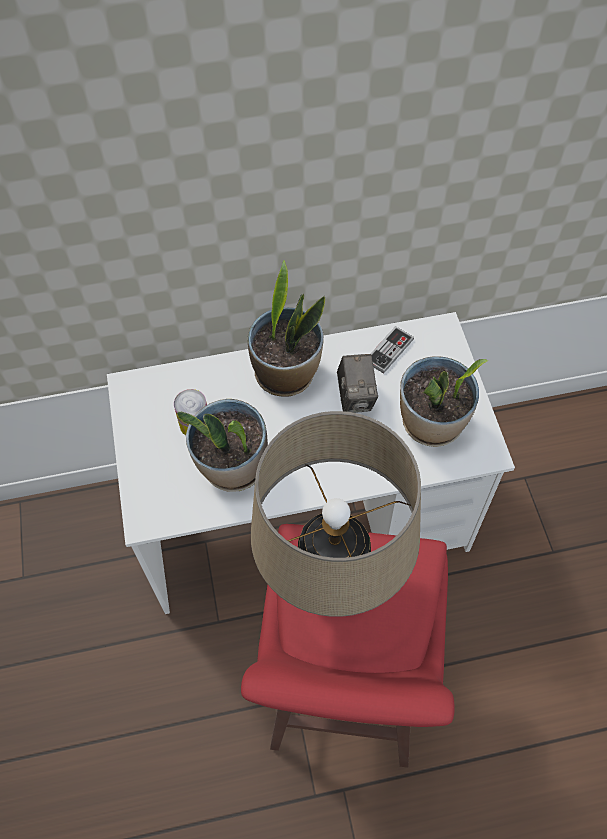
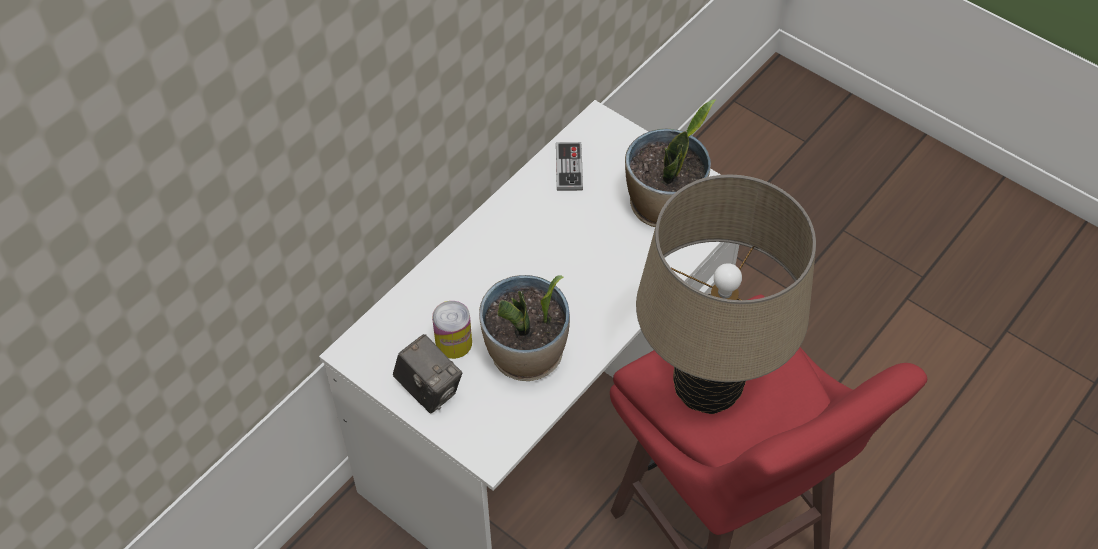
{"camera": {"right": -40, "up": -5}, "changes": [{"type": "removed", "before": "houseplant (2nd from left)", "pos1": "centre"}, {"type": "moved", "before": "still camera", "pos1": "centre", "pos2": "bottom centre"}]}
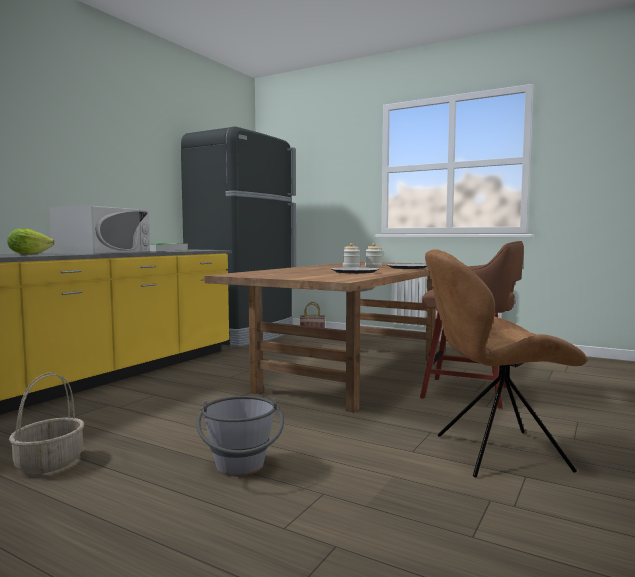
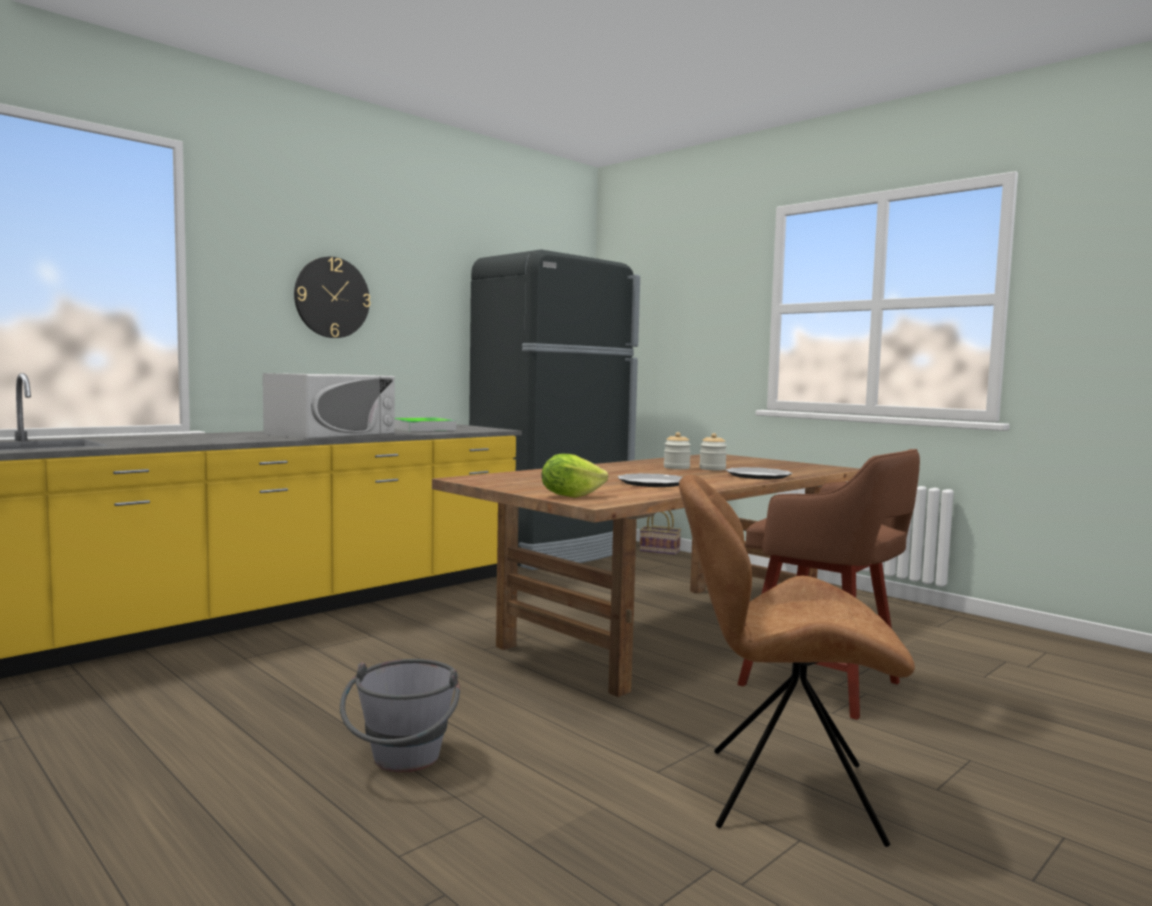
{"camera": {"right": 15, "up": 0}, "changes": [{"type": "moved", "before": "head of lettuce", "pos1": "middle left", "pos2": "centre"}, {"type": "removed", "before": "storage basket (1st from left)", "pos1": "bottom left"}, {"type": "added", "after": "hanging clock", "pos2": "top left"}]}
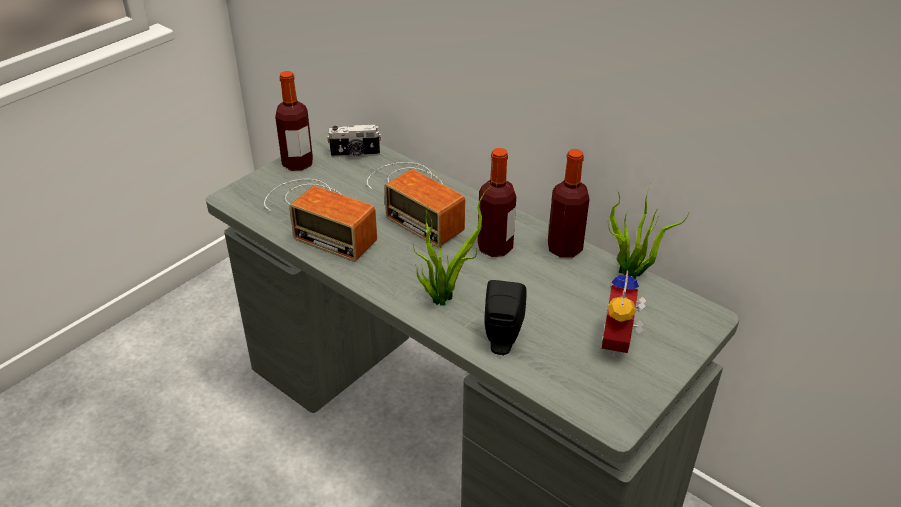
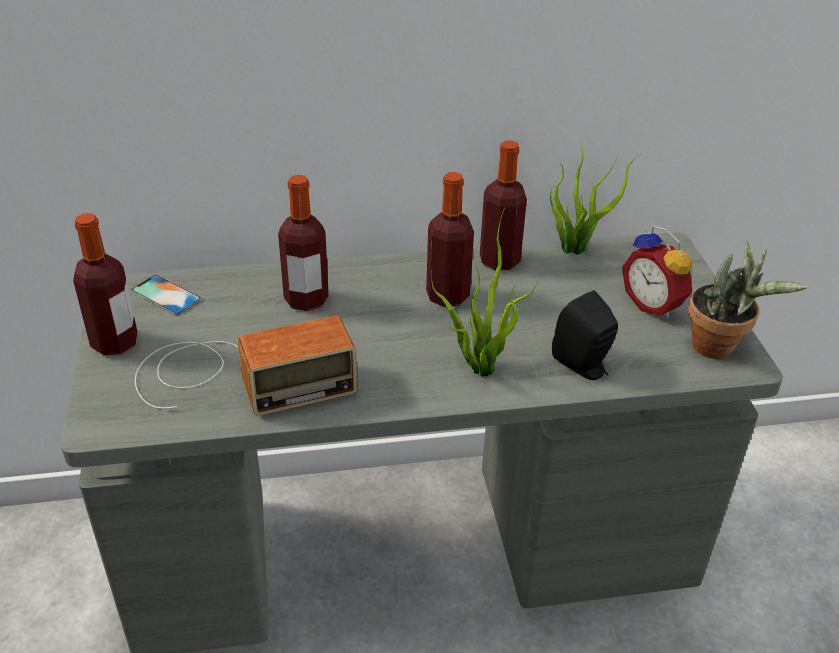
{"camera": {"right": -50, "up": 0}, "changes": [{"type": "replaced", "before": "still camera", "after": "handset", "pos1": "top centre", "pos2": "middle left"}, {"type": "replaced", "before": "radio (2nd from left)", "after": "beverage bottle (2nd from left)", "pos1": "centre", "pos2": "centre"}, {"type": "added", "after": "houseplant (3rd from left)", "pos2": "middle right"}]}
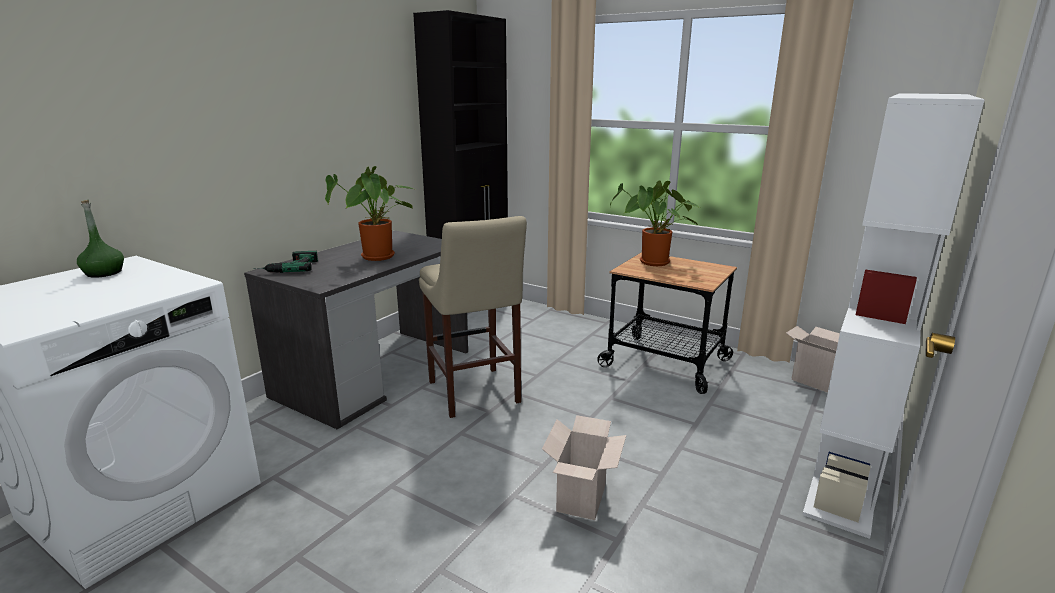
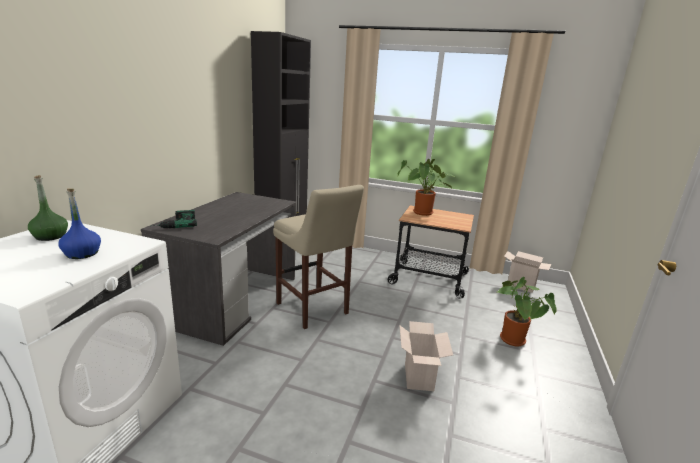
{"camera": {"right": -15, "up": 0}, "changes": [{"type": "moved", "before": "houseplant (1st from left in the first image)", "after": "houseplant (2nd from left)", "pos1": "centre", "pos2": "bottom right"}, {"type": "removed", "before": "whitish bookcase", "pos1": "middle right"}, {"type": "added", "after": "bluish beverage bottle", "pos2": "middle left"}]}
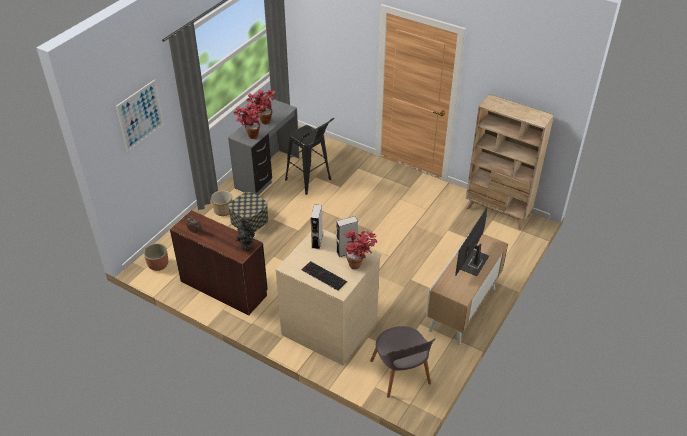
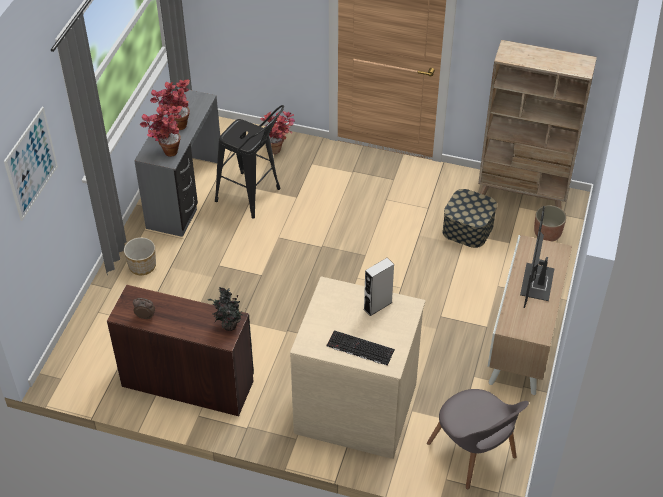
{"camera": {"right": -15, "up": 5}, "changes": [{"type": "moved", "before": "plant pot (1st from left in the first image)", "after": "plant pot (2nd from left)", "pos1": "middle left", "pos2": "middle right"}, {"type": "moved", "before": "storage container", "pos1": "centre", "pos2": "middle right"}, {"type": "removed", "before": "gray audio speaker (1st from left)", "pos1": "centre"}, {"type": "moved", "before": "houseplant (4th from left)", "pos1": "centre", "pos2": "top centre"}]}
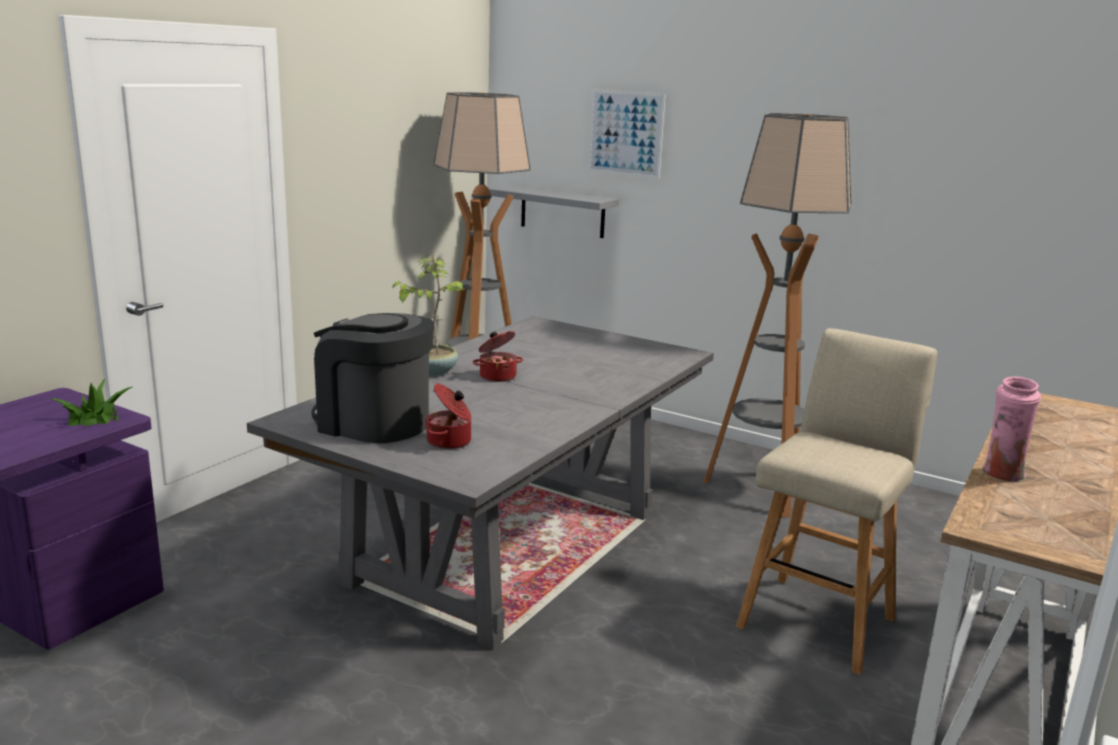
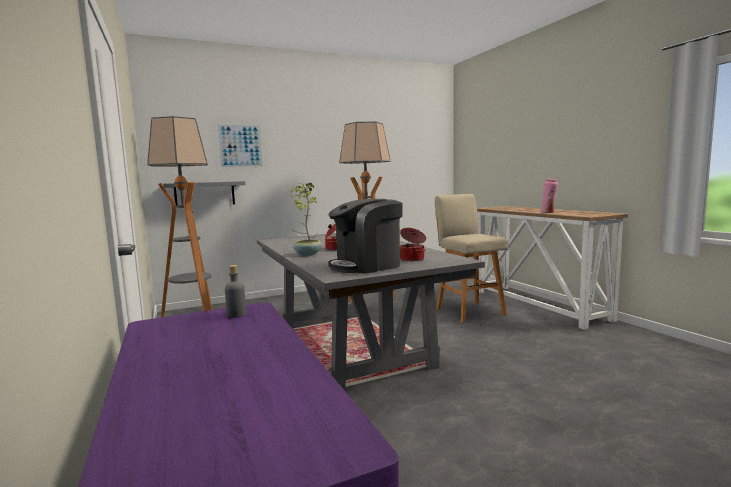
{"camera": {"right": -55, "up": -10}, "changes": [{"type": "replaced", "before": "houseplant (1st from left)", "after": "gray beverage bottle", "pos1": "middle left", "pos2": "middle left"}]}
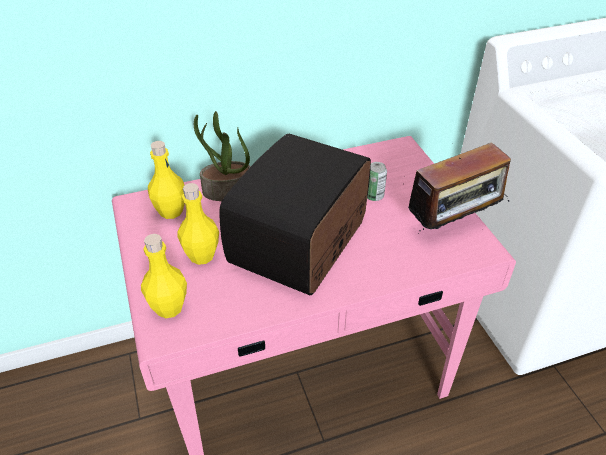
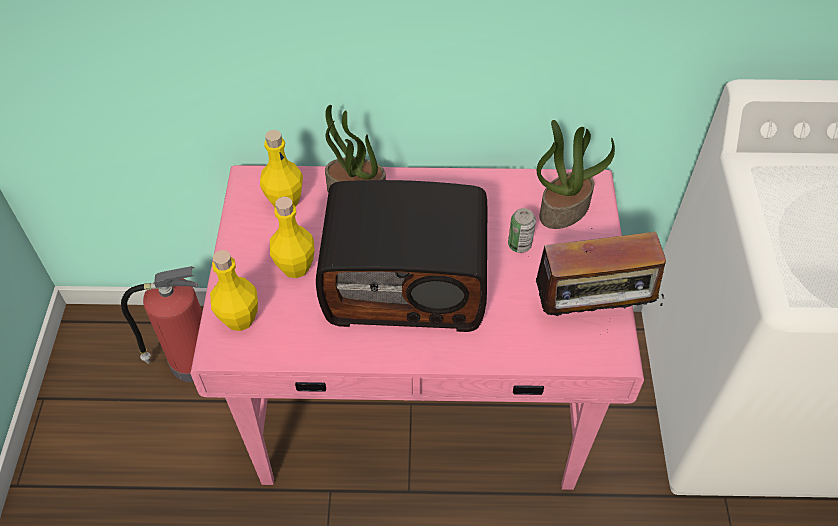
{"camera": {"right": 20, "up": 10}, "changes": [{"type": "turned", "before": "radio (1st from left)", "pos1": "centre", "pos2": "centre", "turn": -135}, {"type": "added", "after": "extinguisher", "pos2": "middle left"}, {"type": "added", "after": "houseplant (2nd from left)", "pos2": "top right"}]}
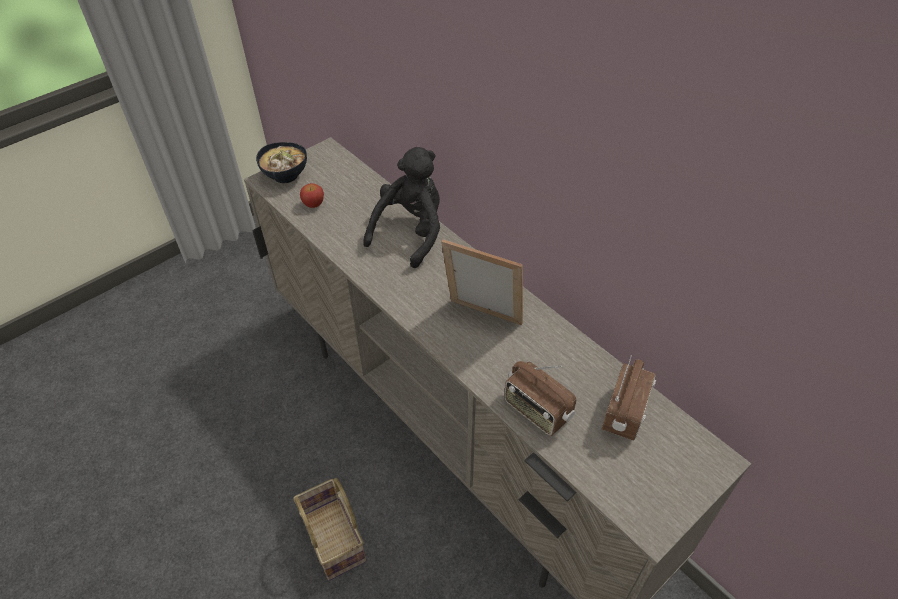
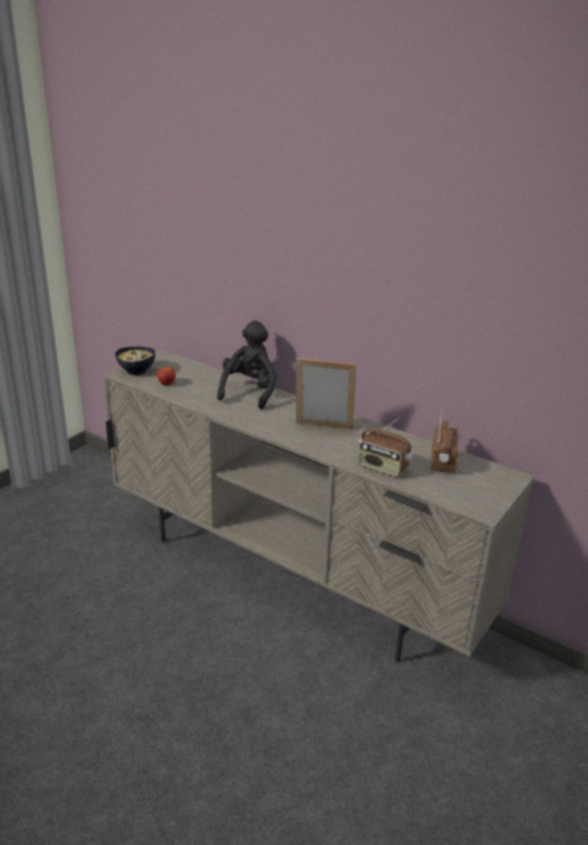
{"camera": {"right": -15, "up": -20}, "changes": [{"type": "removed", "before": "storage basket", "pos1": "bottom centre"}]}
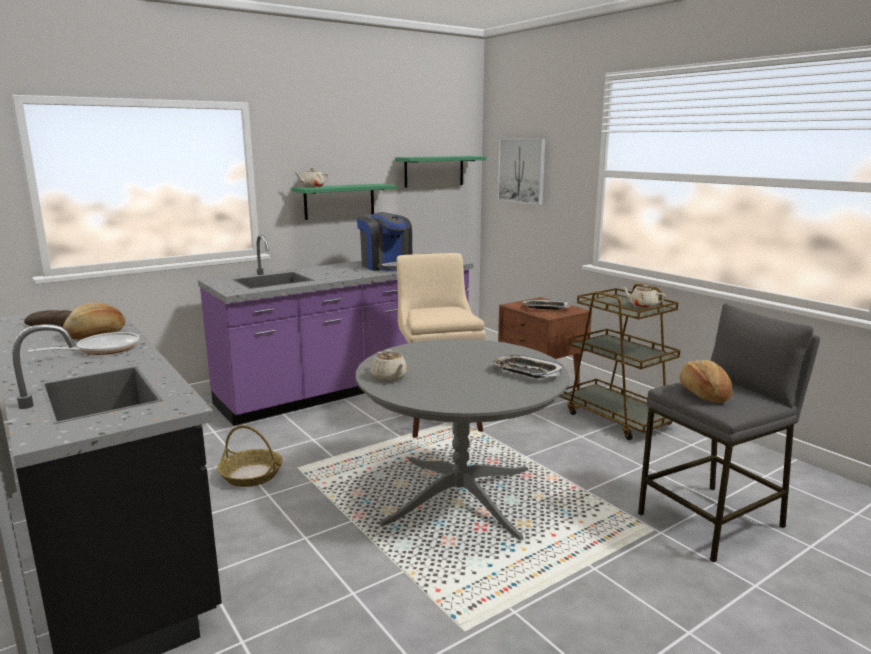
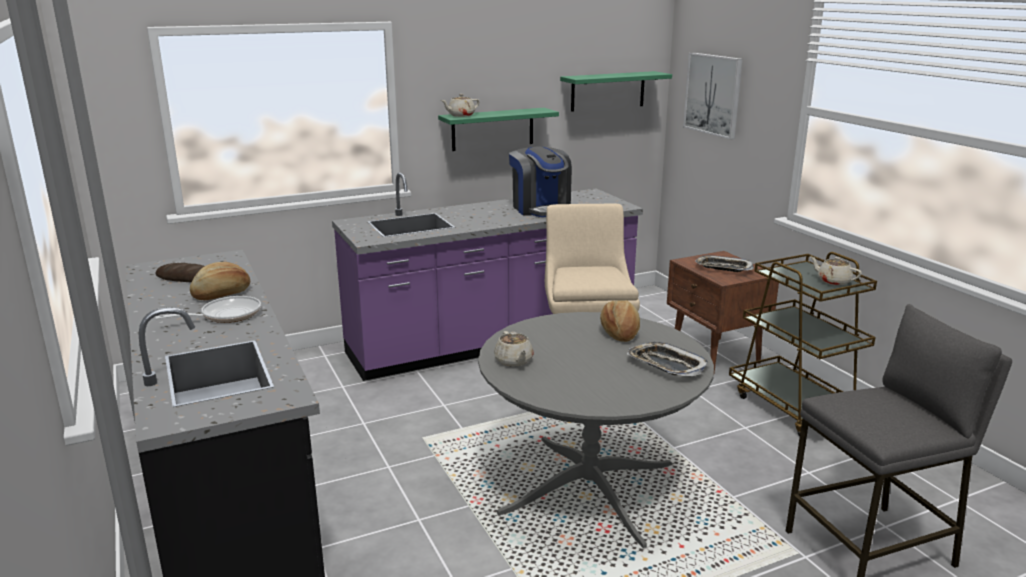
{"camera": {"right": 10, "up": 5}, "changes": [{"type": "removed", "before": "storage basket", "pos1": "bottom left"}, {"type": "moved", "before": "bread (3rd from left)", "pos1": "middle right", "pos2": "centre"}]}
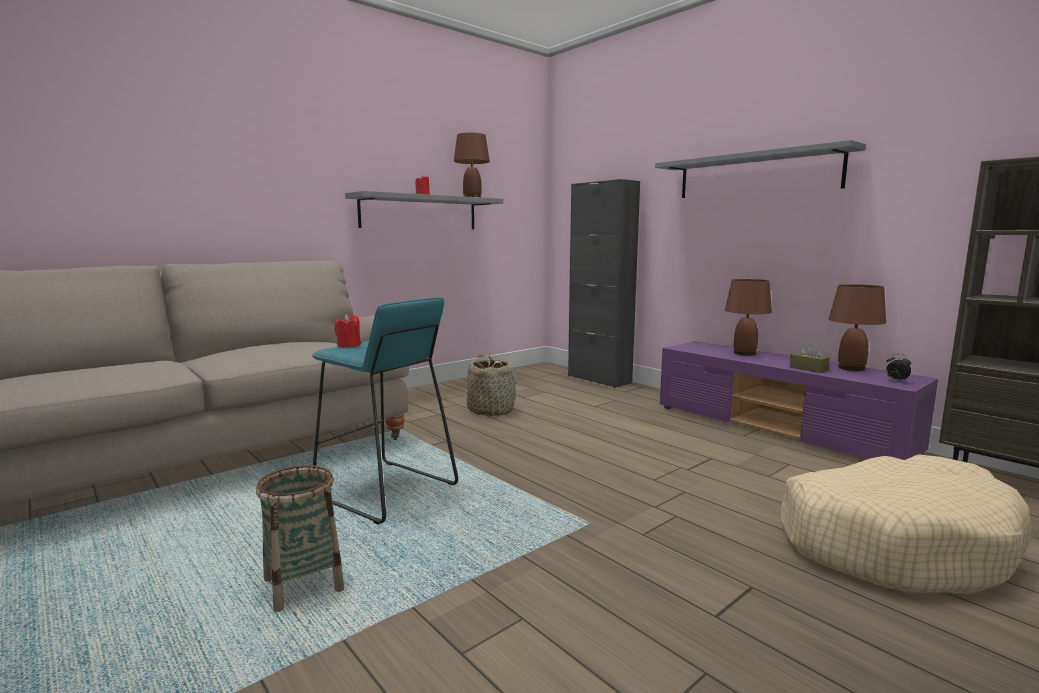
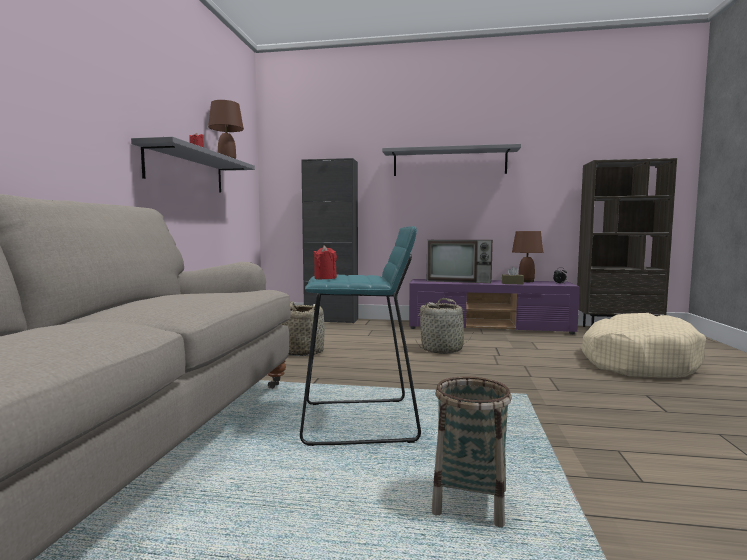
{"camera": {"right": -40, "up": -5}, "changes": [{"type": "replaced", "before": "brown tabletop lamp (2nd from left)", "after": "TV set", "pos1": "middle right", "pos2": "centre"}, {"type": "added", "after": "storage basket (2nd from left)", "pos2": "centre"}]}
